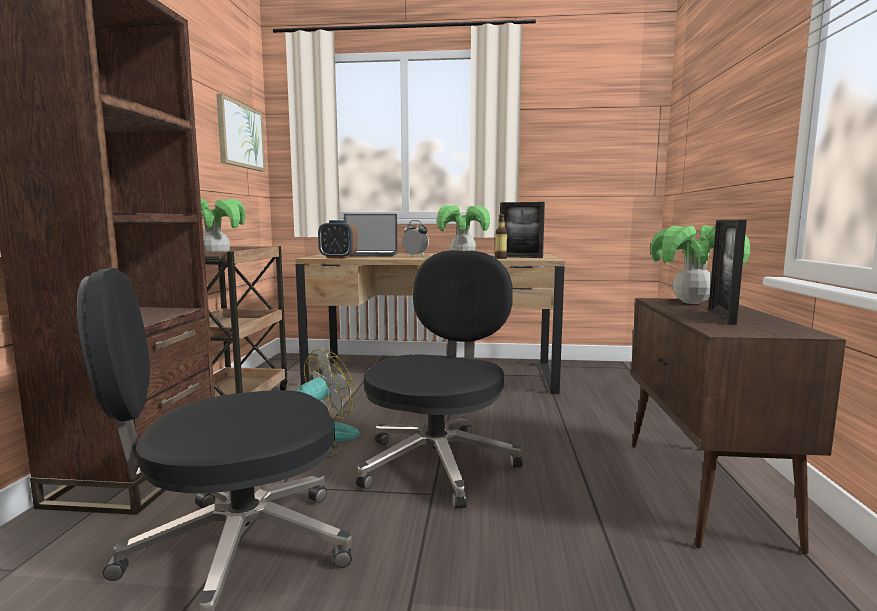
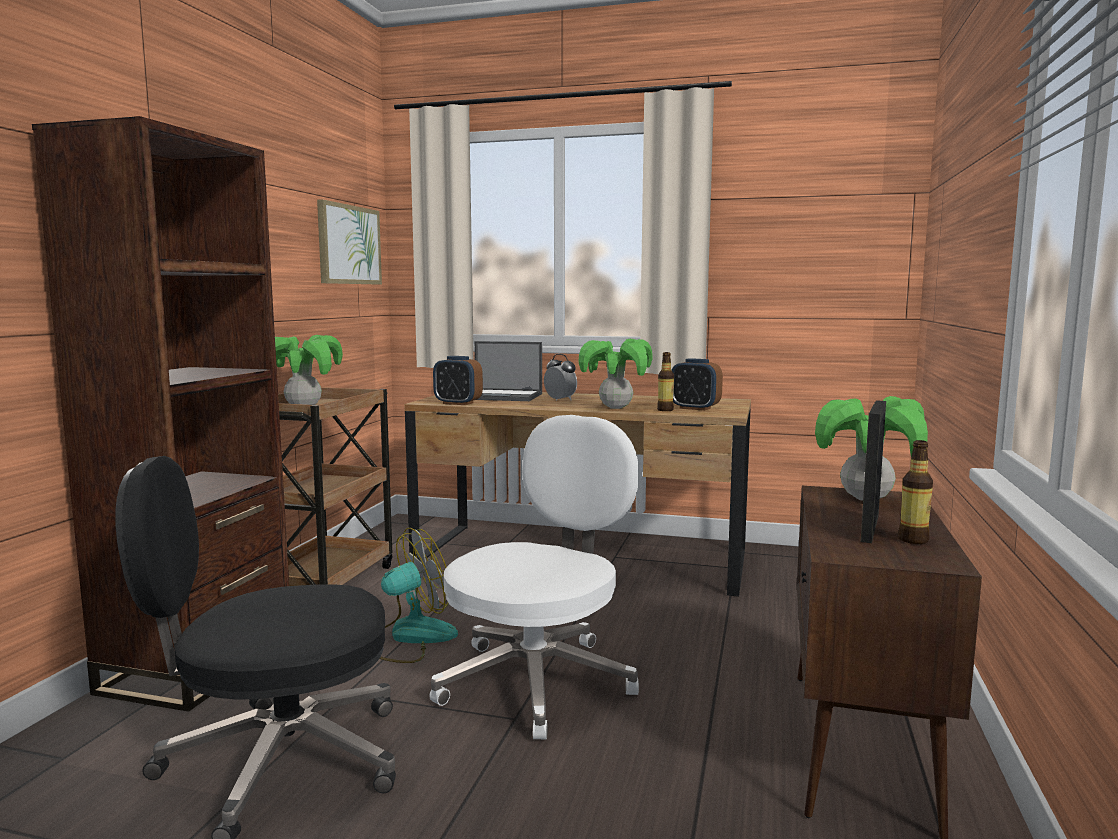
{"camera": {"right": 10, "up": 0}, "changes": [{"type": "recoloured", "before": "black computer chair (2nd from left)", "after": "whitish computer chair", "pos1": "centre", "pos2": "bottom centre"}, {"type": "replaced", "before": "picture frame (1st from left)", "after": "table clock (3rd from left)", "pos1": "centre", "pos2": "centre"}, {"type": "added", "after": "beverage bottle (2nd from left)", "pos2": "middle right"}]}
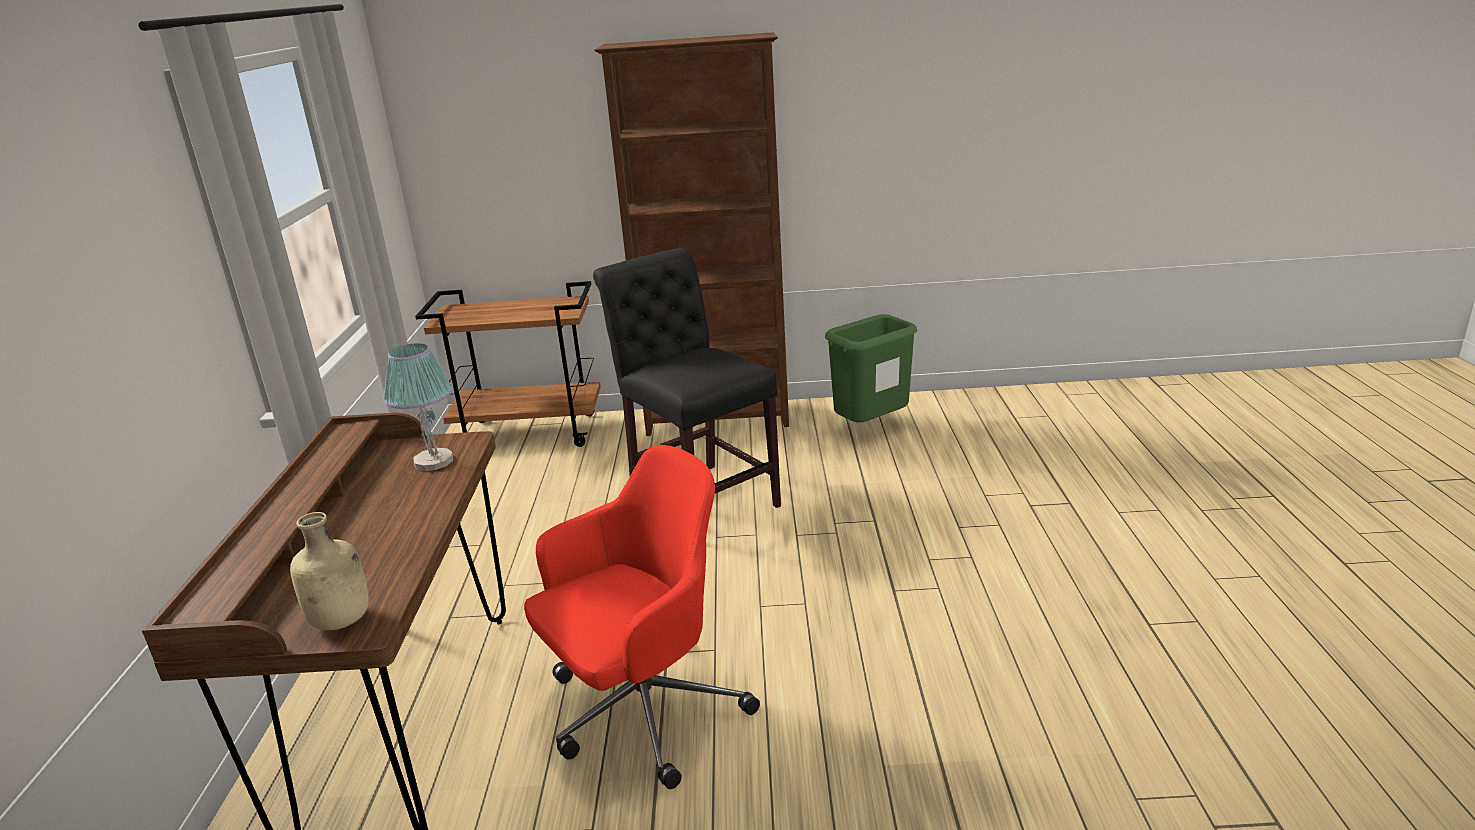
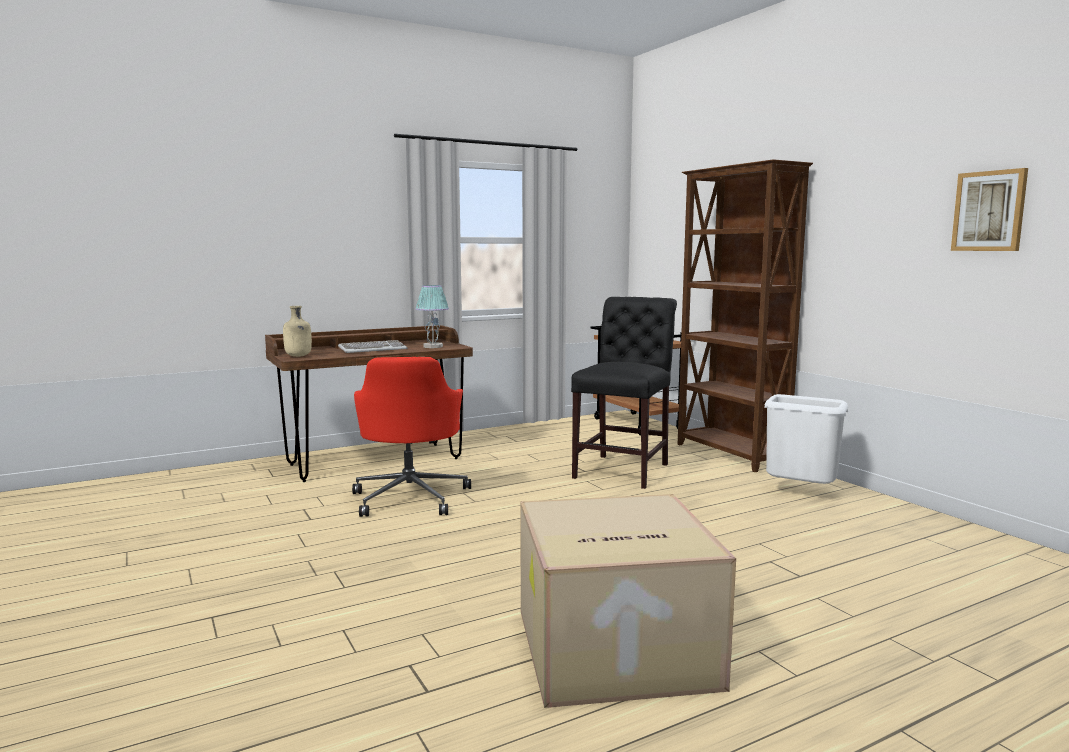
{"camera": {"right": 60, "up": -15}, "changes": [{"type": "turned", "before": "red-coloured computer chair", "pos1": "bottom centre", "pos2": "centre", "turn": 60}, {"type": "recoloured", "before": "greenish rubbish bin", "after": "whitish rubbish bin", "pos1": "centre", "pos2": "middle right"}, {"type": "added", "after": "PC keyboard", "pos2": "centre"}, {"type": "added", "after": "carton", "pos2": "bottom centre"}, {"type": "added", "after": "wall art", "pos2": "top right"}]}
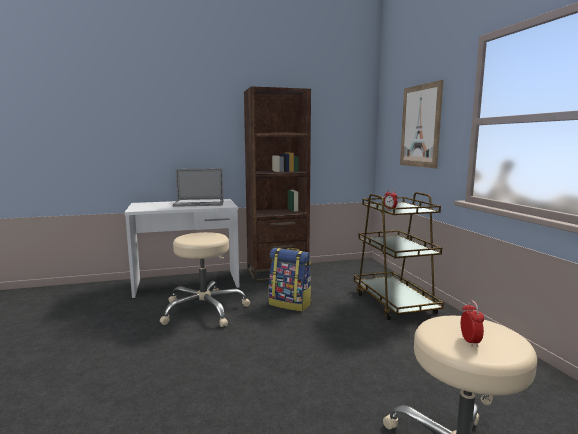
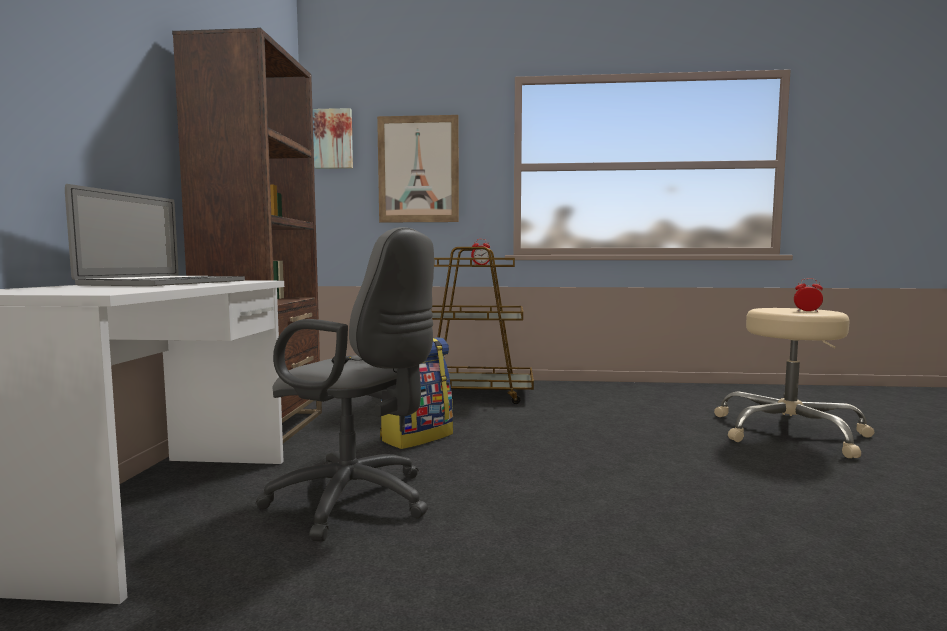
{"camera": {"right": -70, "up": -5}, "changes": [{"type": "replaced", "before": "beige-coloured stool seat (1st from left)", "after": "gray computer chair", "pos1": "centre", "pos2": "centre"}, {"type": "added", "after": "wall art (1st from left)", "pos2": "top centre"}]}
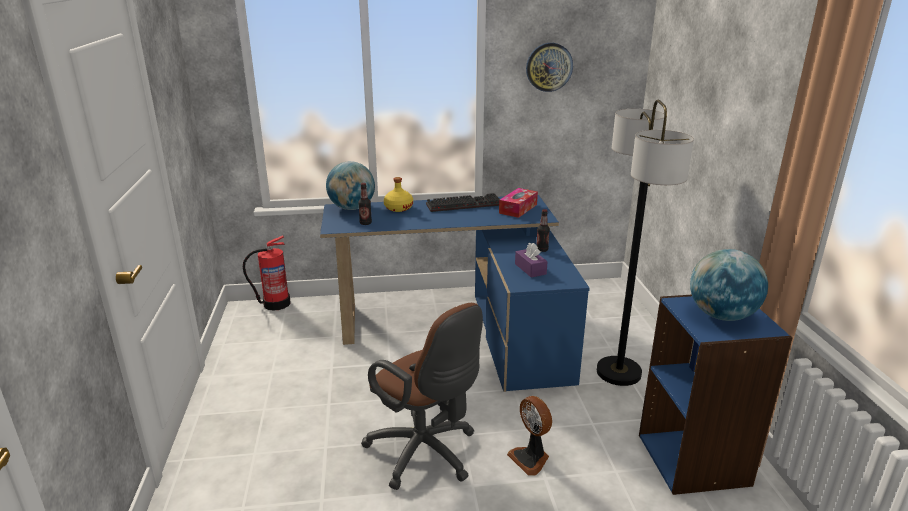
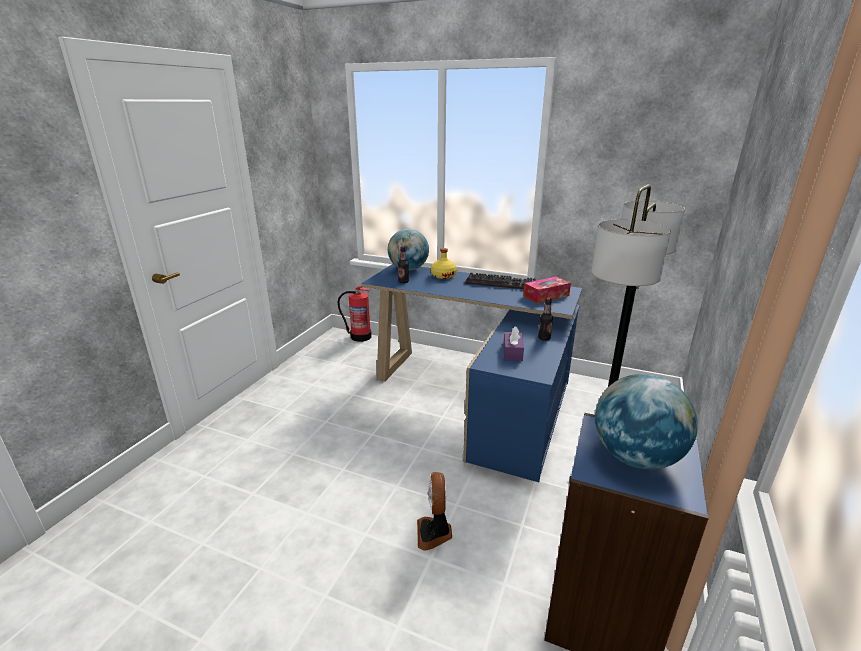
{"camera": {"right": 30, "up": 0}, "changes": [{"type": "removed", "before": "brown computer chair", "pos1": "bottom centre"}, {"type": "removed", "before": "hanging clock", "pos1": "top centre"}]}
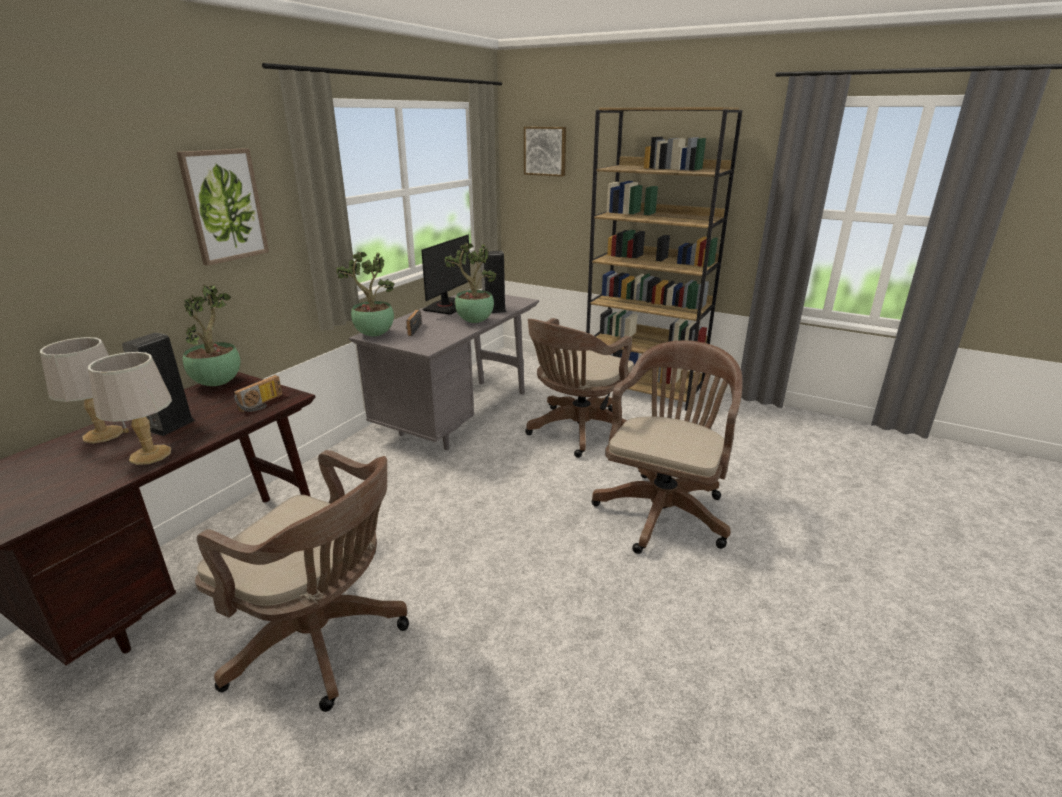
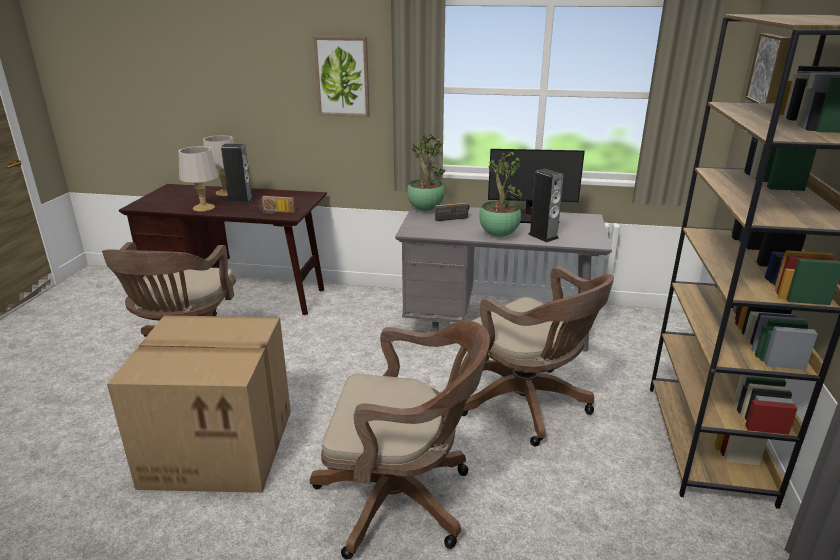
{"camera": {"right": 70, "up": 0}, "changes": [{"type": "removed", "before": "houseplant (1st from left)", "pos1": "middle left"}, {"type": "turned", "before": "brown computer chair (2nd from left in the first image)", "pos1": "centre", "pos2": "centre", "turn": -150}, {"type": "added", "after": "carton", "pos2": "bottom left"}]}
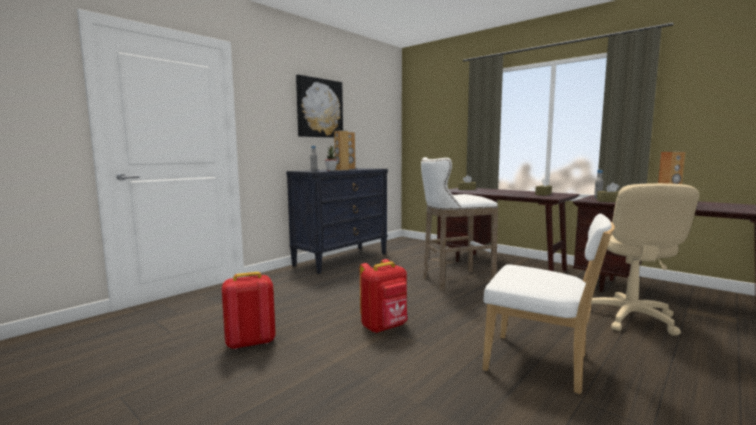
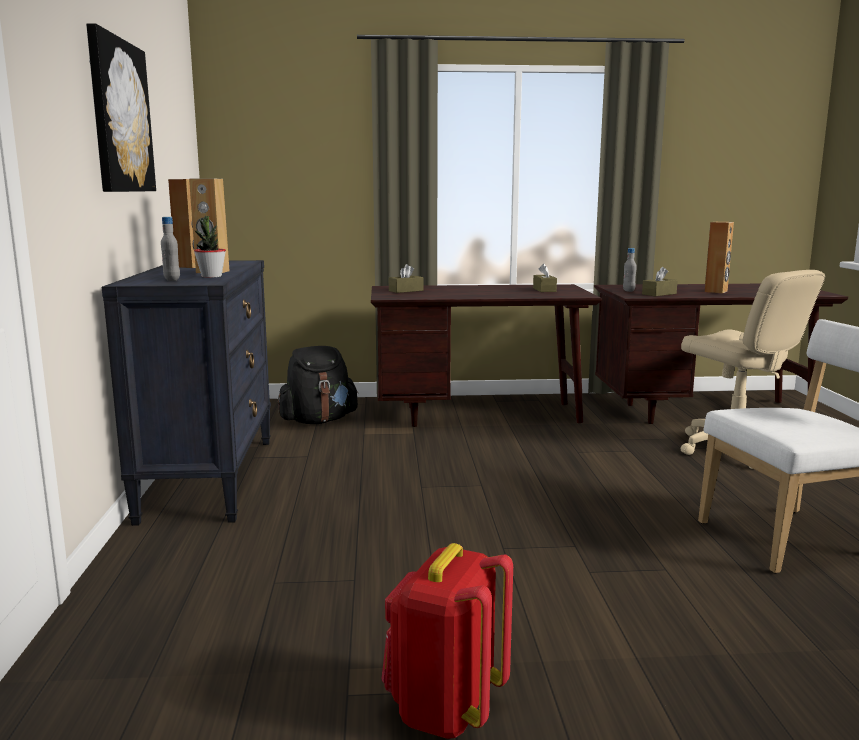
{"camera": {"right": -45, "up": 5}, "changes": [{"type": "removed", "before": "red-coloured knapsack (2nd from left)", "pos1": "bottom centre"}, {"type": "removed", "before": "whitish stool seat", "pos1": "centre"}, {"type": "added", "after": "black knapsack", "pos2": "centre"}]}
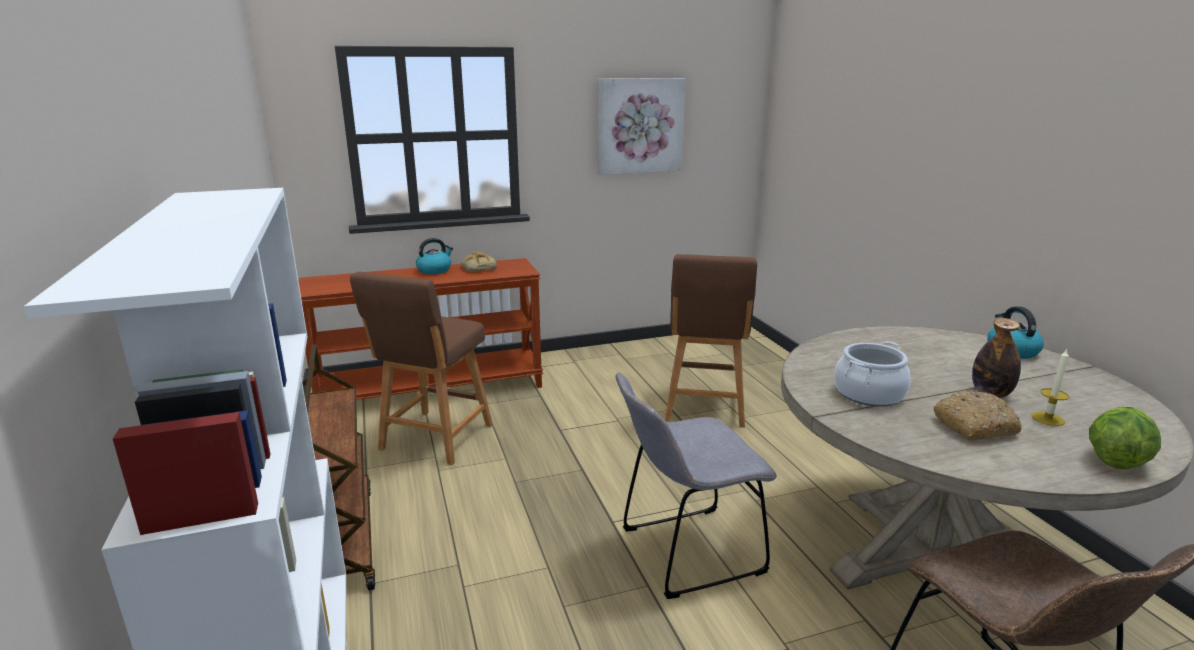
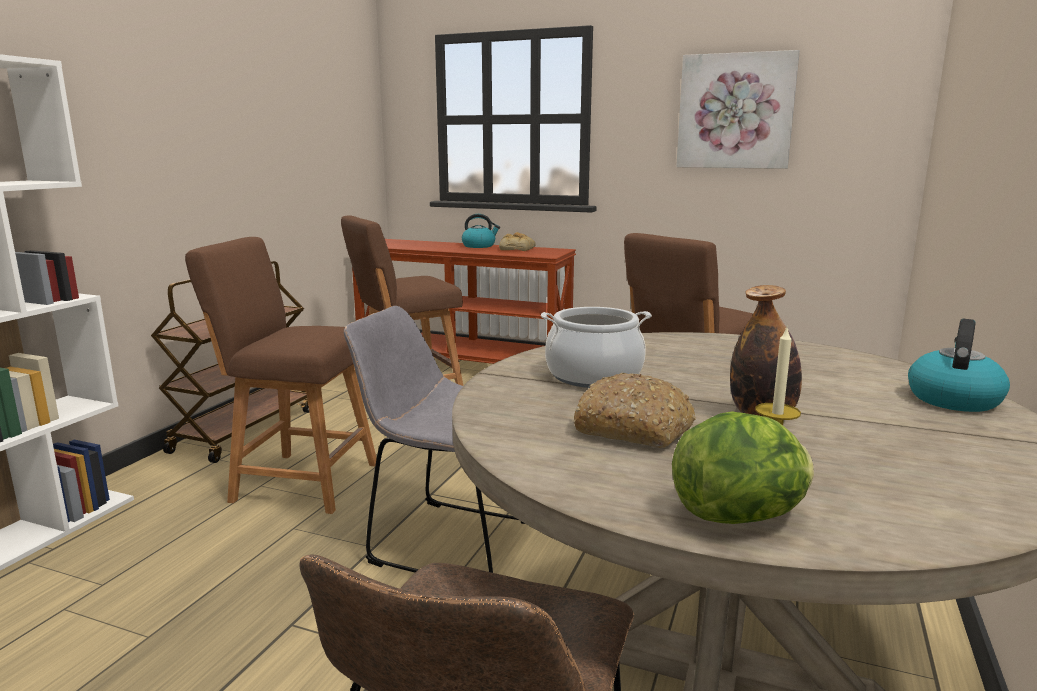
{"camera": {"right": 40, "up": -5}, "changes": [{"type": "added", "after": "brown stool seat (1st from left)", "pos2": "middle left"}]}
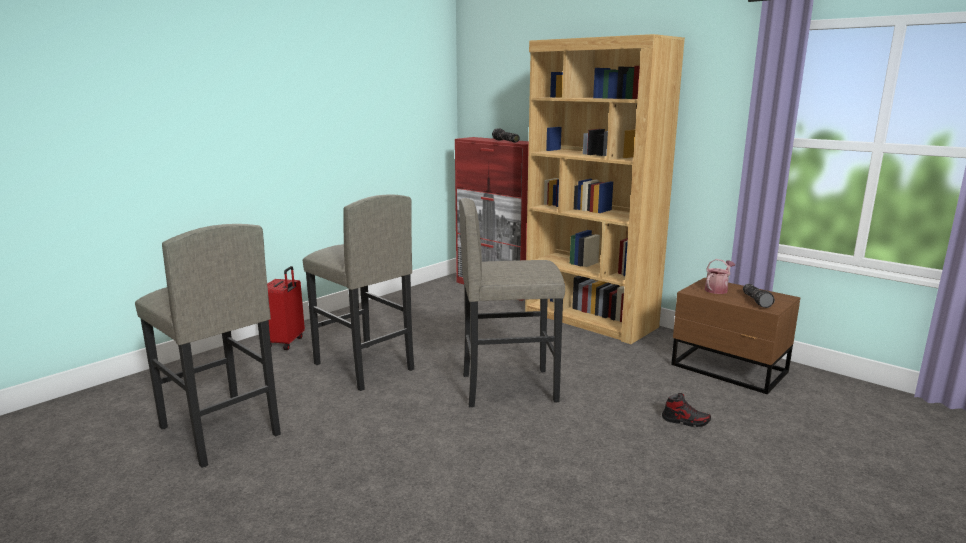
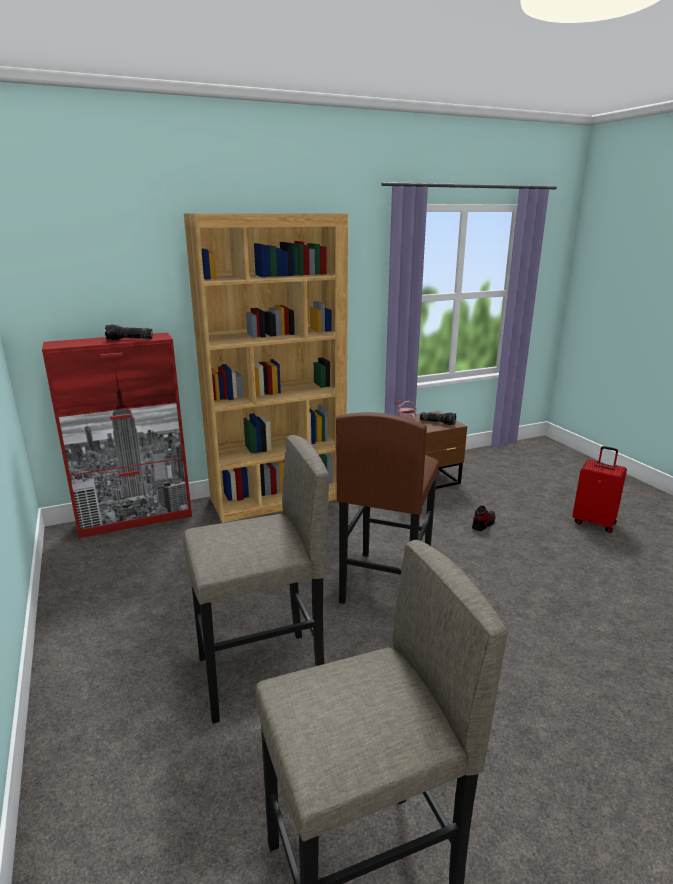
{"camera": {"right": -65, "up": 5}, "changes": [{"type": "moved", "before": "red-coloured suitcase", "pos1": "middle left", "pos2": "middle right"}, {"type": "recoloured", "before": "gray stool seat (3rd from left)", "after": "brown stool seat", "pos1": "centre", "pos2": "centre"}]}
